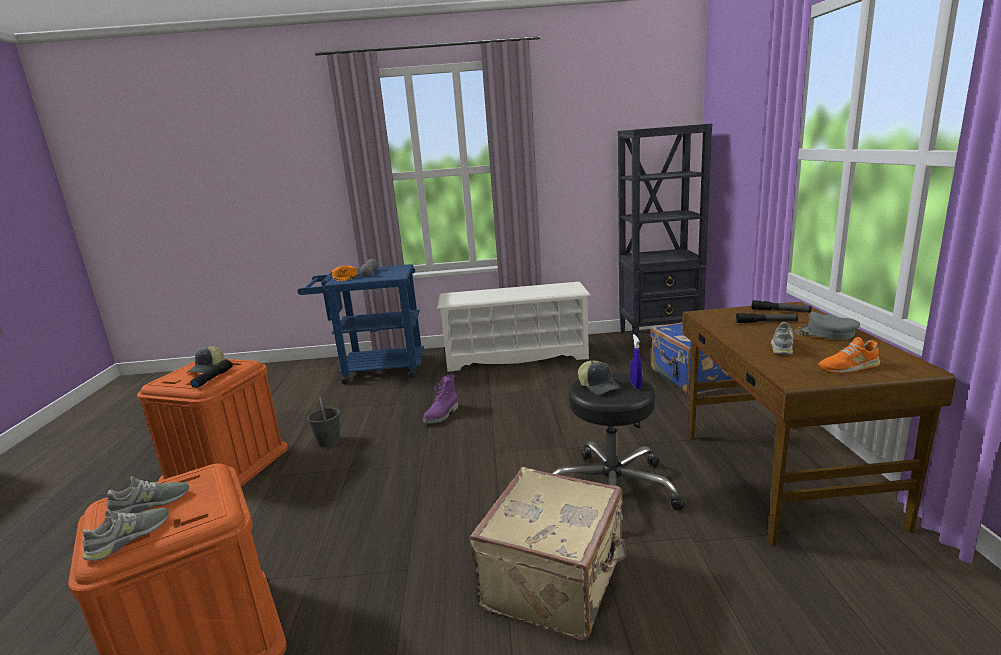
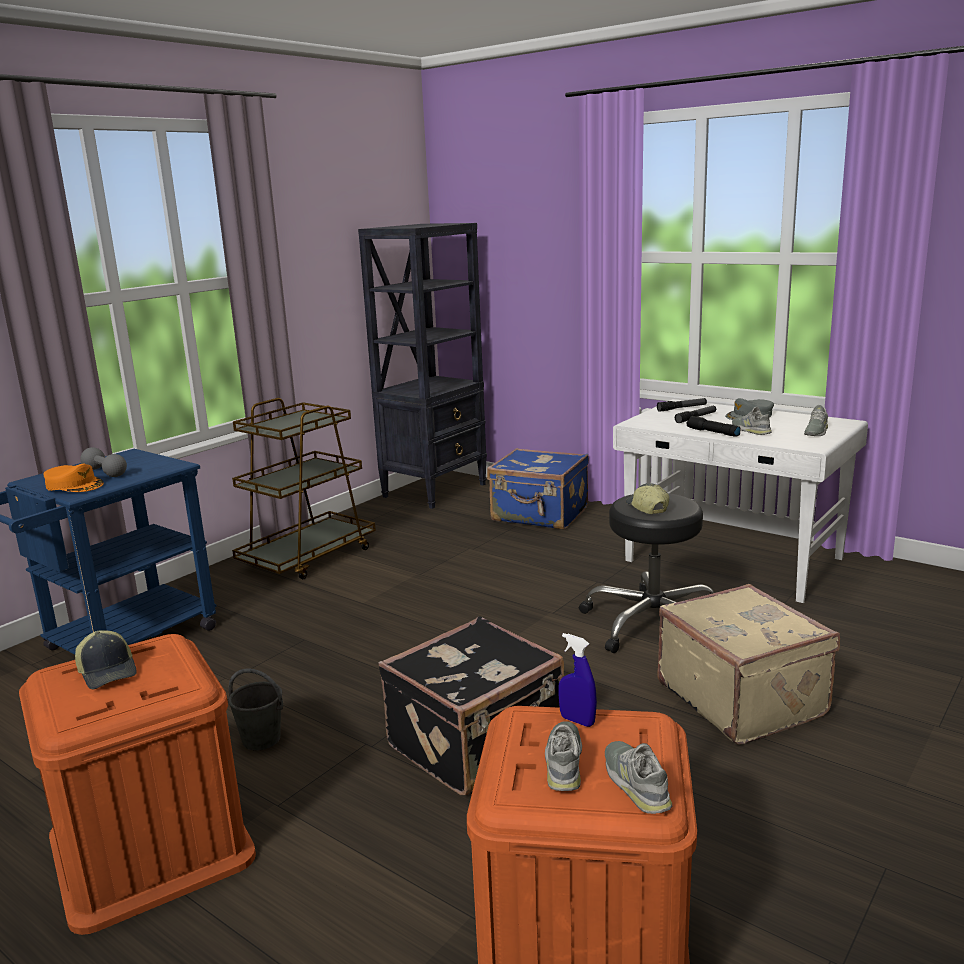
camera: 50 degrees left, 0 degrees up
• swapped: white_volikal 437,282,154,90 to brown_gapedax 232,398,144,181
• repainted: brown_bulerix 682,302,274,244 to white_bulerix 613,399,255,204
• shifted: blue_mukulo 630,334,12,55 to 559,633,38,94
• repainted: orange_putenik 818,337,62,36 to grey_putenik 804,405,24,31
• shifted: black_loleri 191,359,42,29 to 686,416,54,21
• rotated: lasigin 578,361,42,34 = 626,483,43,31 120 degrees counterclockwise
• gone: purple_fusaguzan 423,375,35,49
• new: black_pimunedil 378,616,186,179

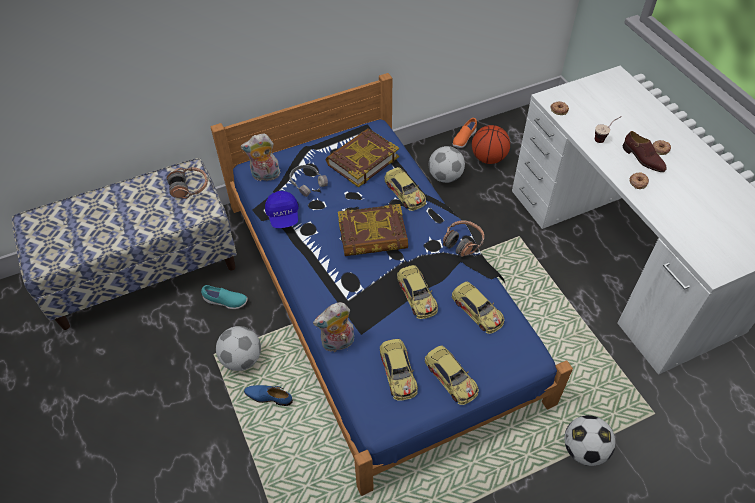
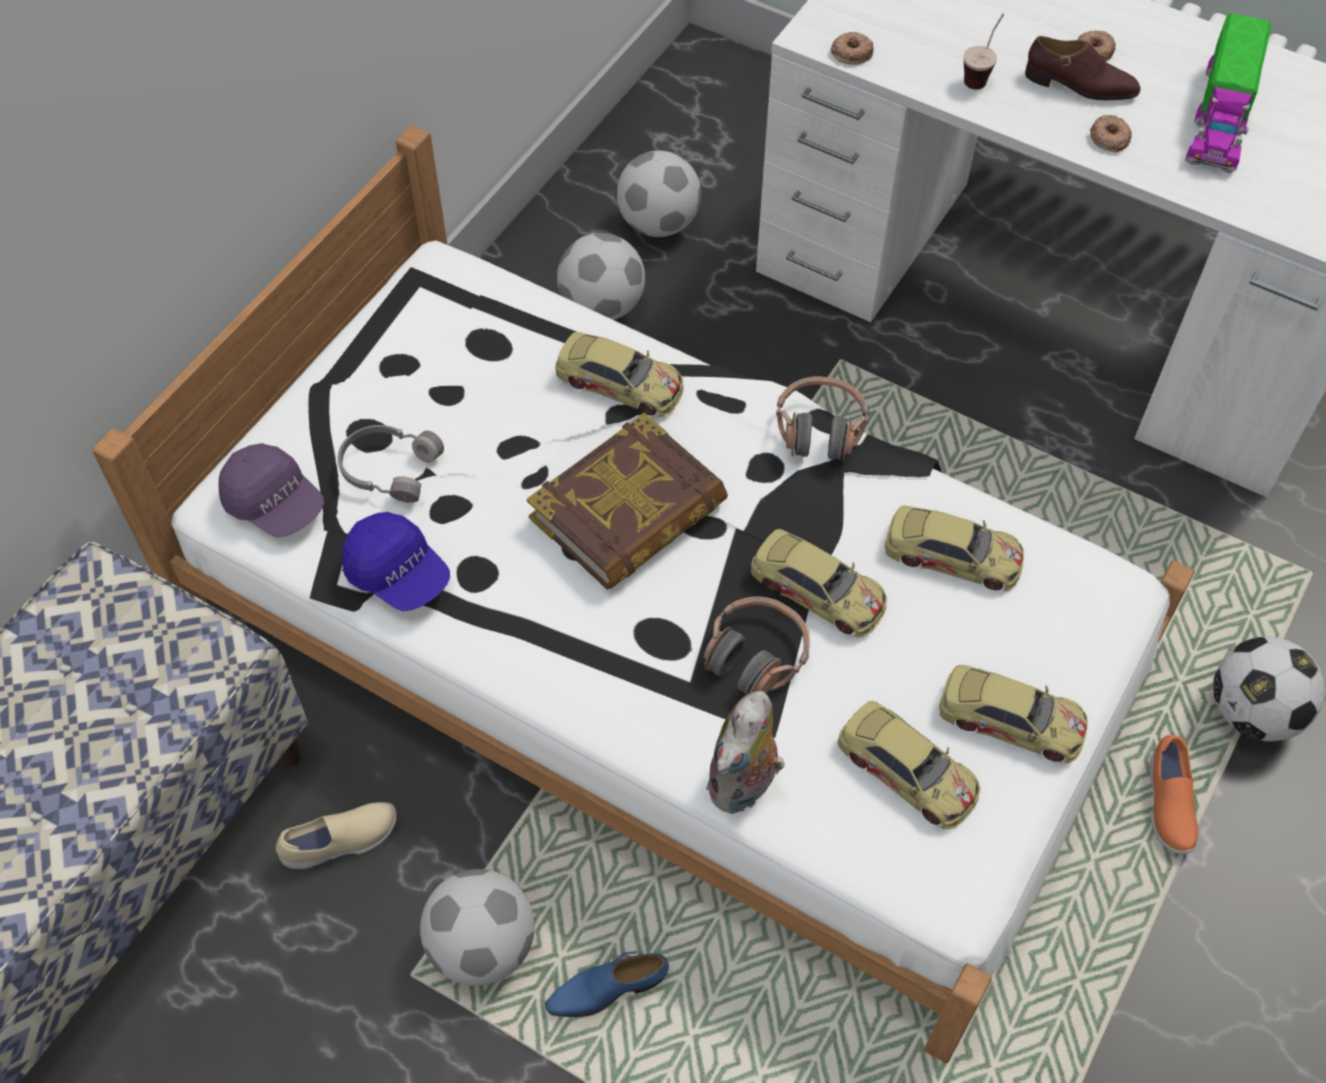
camera: 35 degrees left, 5 degrees up
• repainted: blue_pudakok 211,73,362,423 to white_pudakok 92,125,1103,938
• shifted: orange_putenik 453,118,24,30 to 1150,735,48,119
• swapped: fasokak 472,125,38,39 to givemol 617,151,84,86
• gone: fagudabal 326,128,73,59
• swapped: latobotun 240,133,40,48 to purple_lasigin 218,443,106,95
• shifted: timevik 167,167,41,32 to 704,597,106,98
• repainted: turquoise_putenik 201,285,47,24 to beige_putenik 276,802,121,67
• new: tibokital 1185,13,86,160

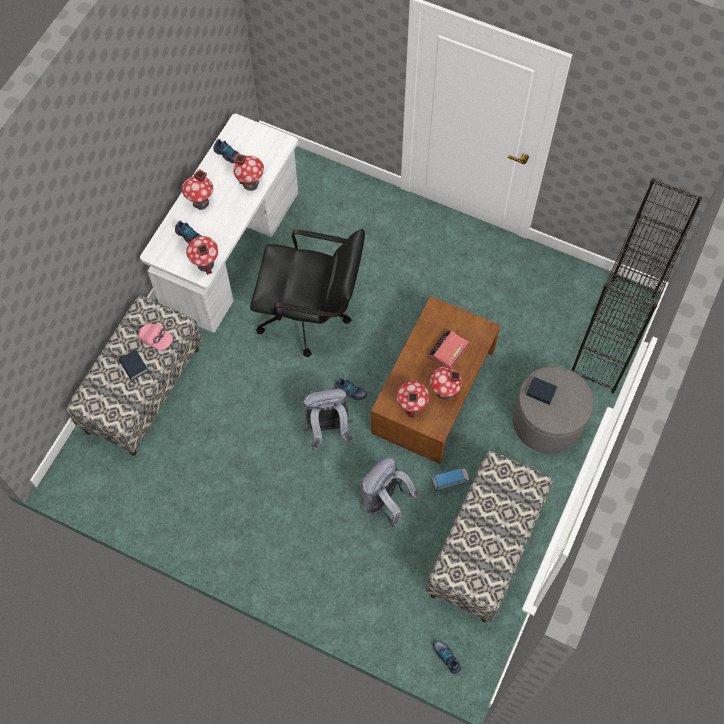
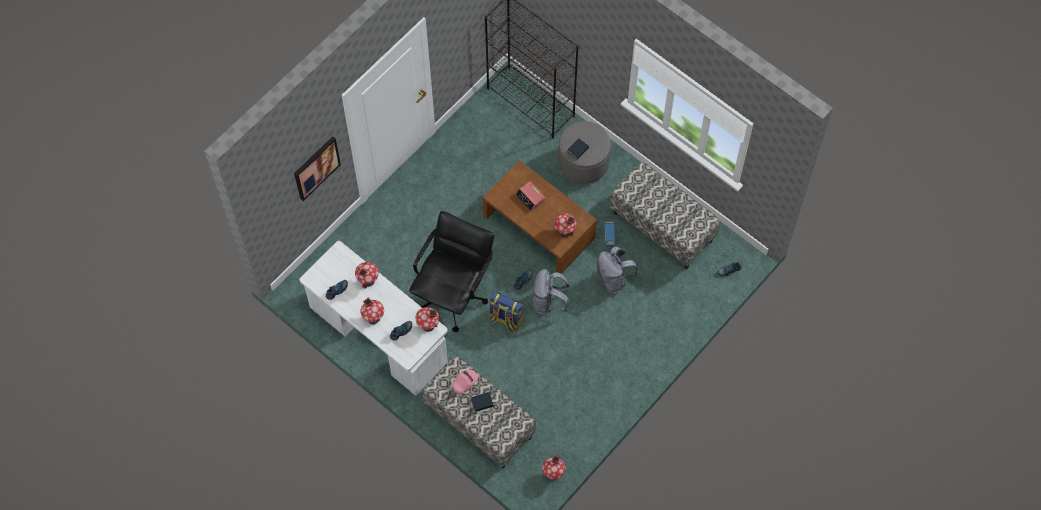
camera: 75 degrees left, 0 degrees up
• shifted: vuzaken 430,367,32,33 to 542,455,24,25
• new: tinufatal 294,137,47,64
• new: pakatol 489,291,35,40

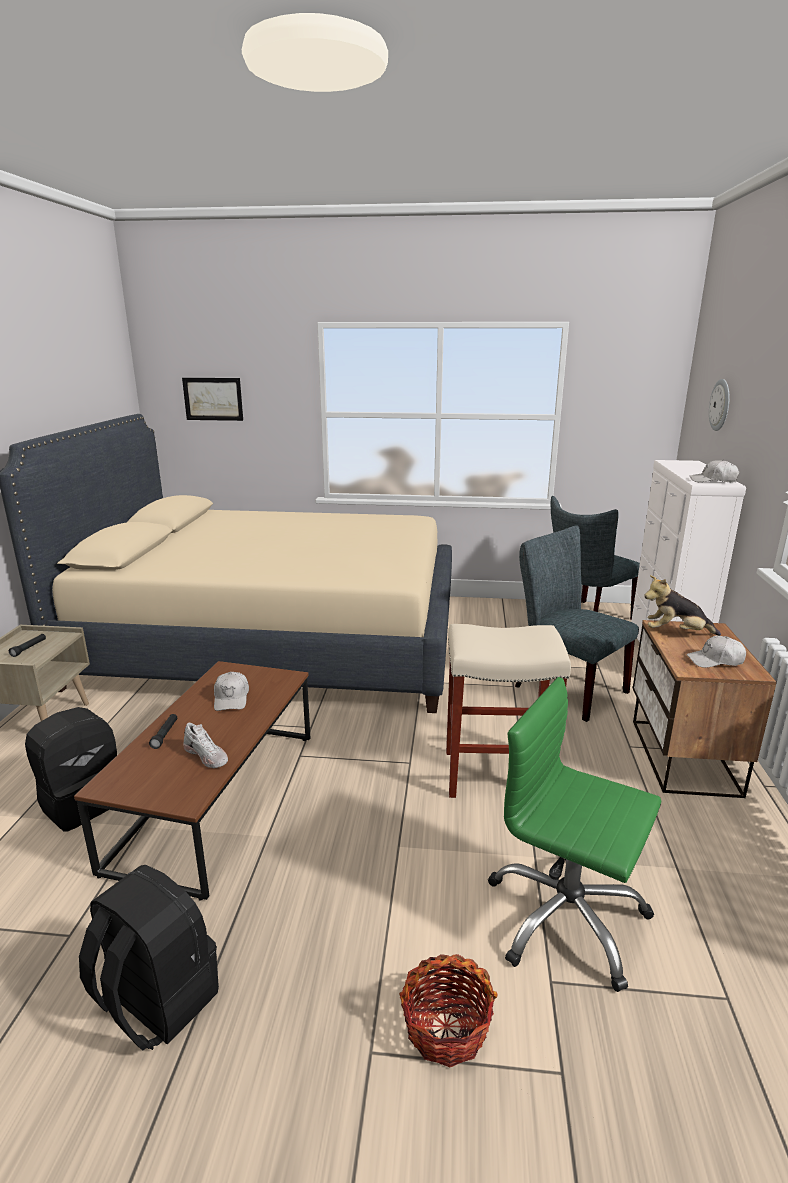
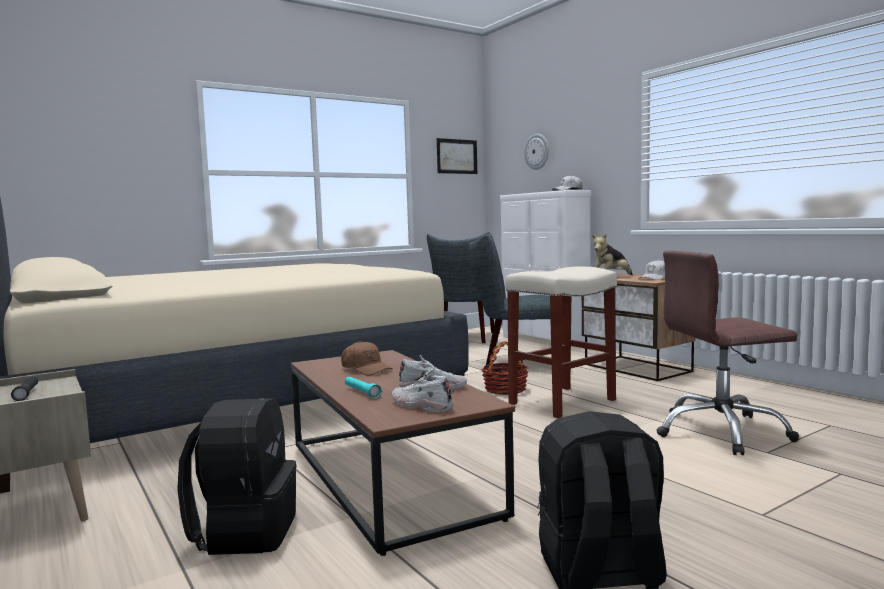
camera: 40 degrees left, 15 degrees down
• shifted: tinufatal 182,378,61,43 to 437,138,40,36
• repainted: white_lasigin 214,672,35,39 to brown_lasigin 341,341,51,35
• repainted: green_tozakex 488,677,173,315 to brown_tozakex 656,250,143,205
• repainted: black_loleri 149,714,28,35 to turquoise_loleri 345,376,36,22
• shifted: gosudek 399,954,99,113 to 482,341,46,54
• new: white_putenik 392,369,61,43

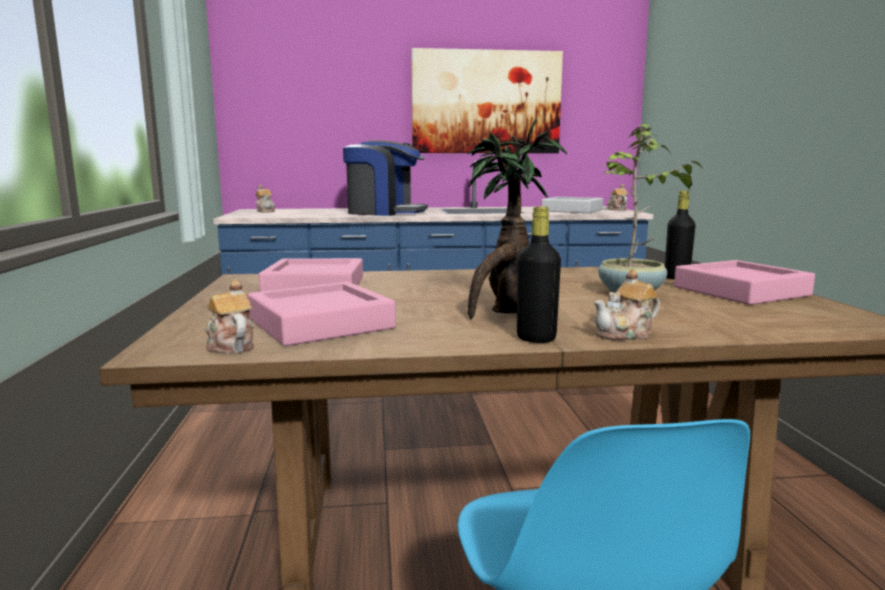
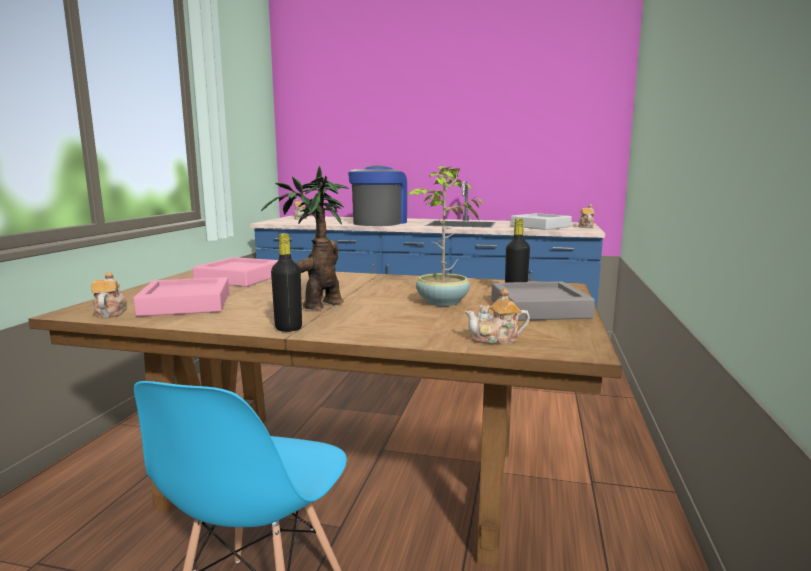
camera: 20 degrees right, 0 degrees up
• gone: tinufatal 411,48,152,105
• rotated: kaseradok 343,140,85,76 = 348,165,59,61 105 degrees counterclockwise
• repainted: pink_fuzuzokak 674,260,141,45 to grey_fuzuzokak 491,281,104,40
• shifted: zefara 594,270,66,70 to 465,289,65,56

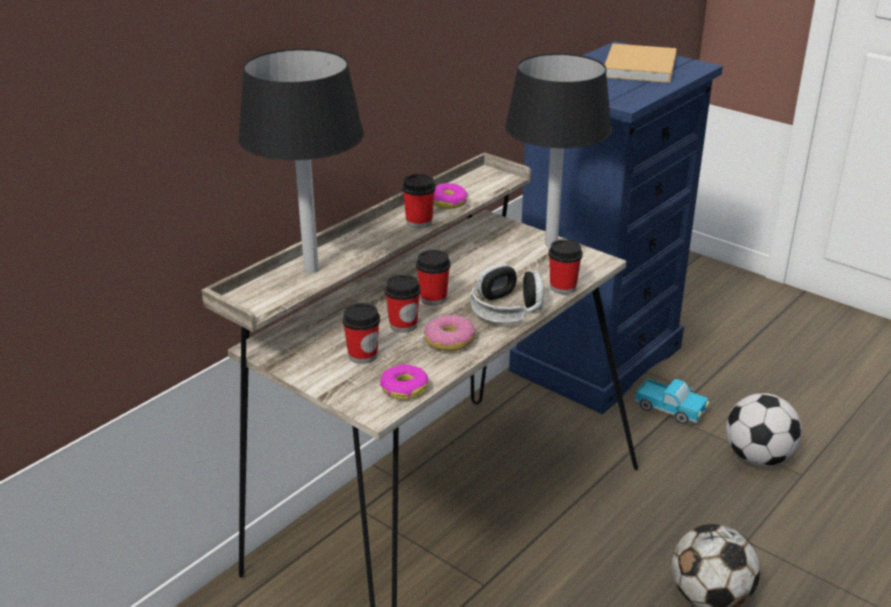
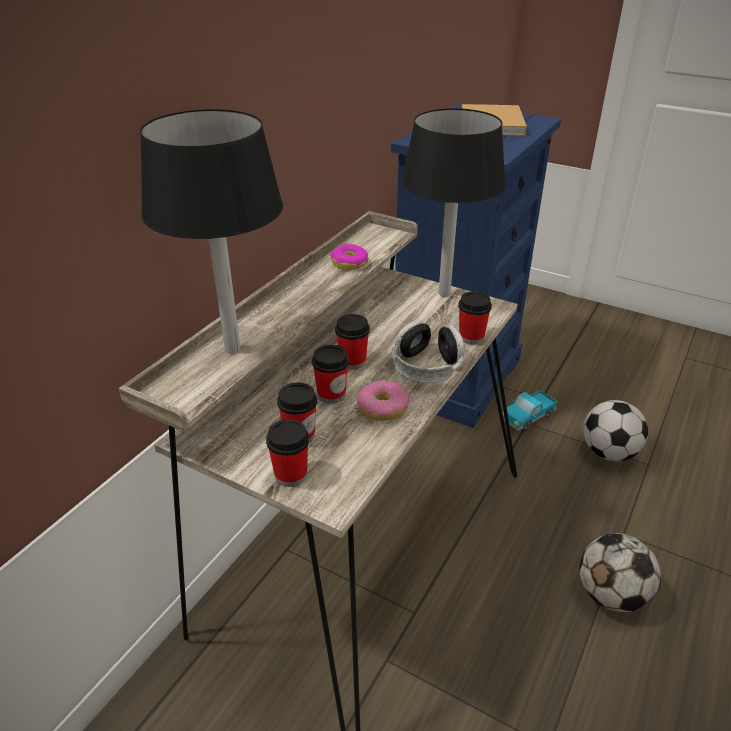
camera: 10 degrees left, 5 degrees up
• shifted: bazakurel 402,174,34,54 to 266,419,43,68
• gone: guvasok 380,364,48,36
• rotated: tibokital 635,378,74,46 = 502,390,55,41 120 degrees clockwise

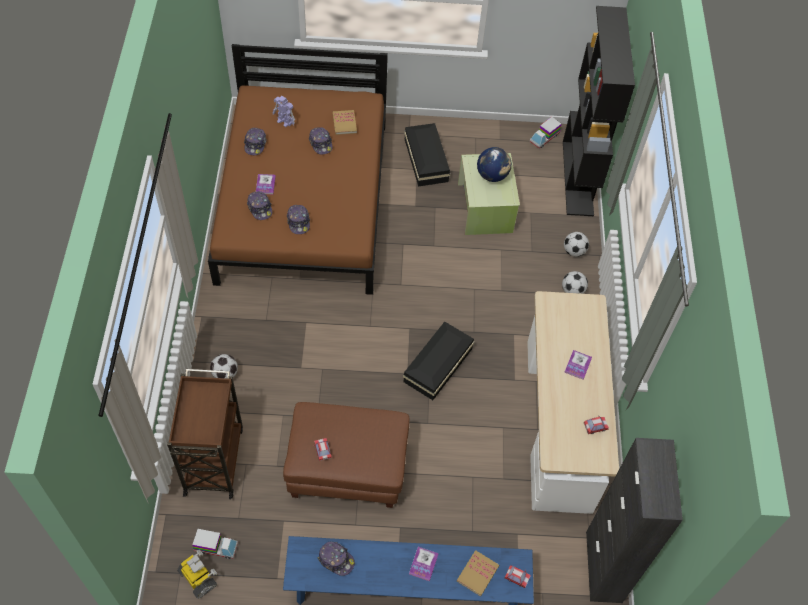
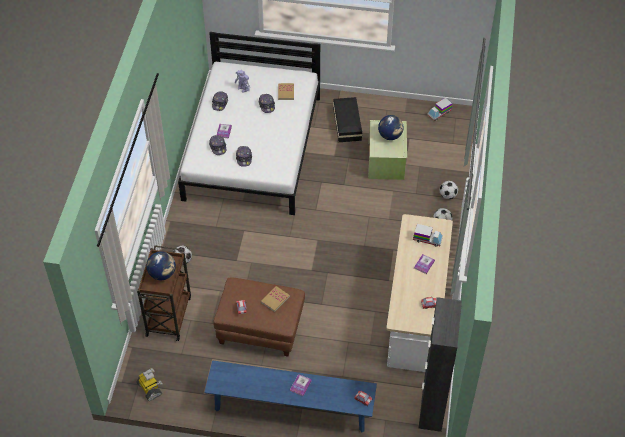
camera: 10 degrees right, 5 degrees down
• gone: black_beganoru 563,6,72,210
• repainted: brown_pudakok 208,44,180,251 to white_pudakok 178,32,142,183
• gone: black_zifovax 403,322,72,78
• shifted: tibokital 192,529,46,30 to 413,224,30,23
• gone: lasigin 318,542,37,34
• shifted: fagudabal 457,550,42,47 to 261,286,29,26
• new: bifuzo 146,251,30,29

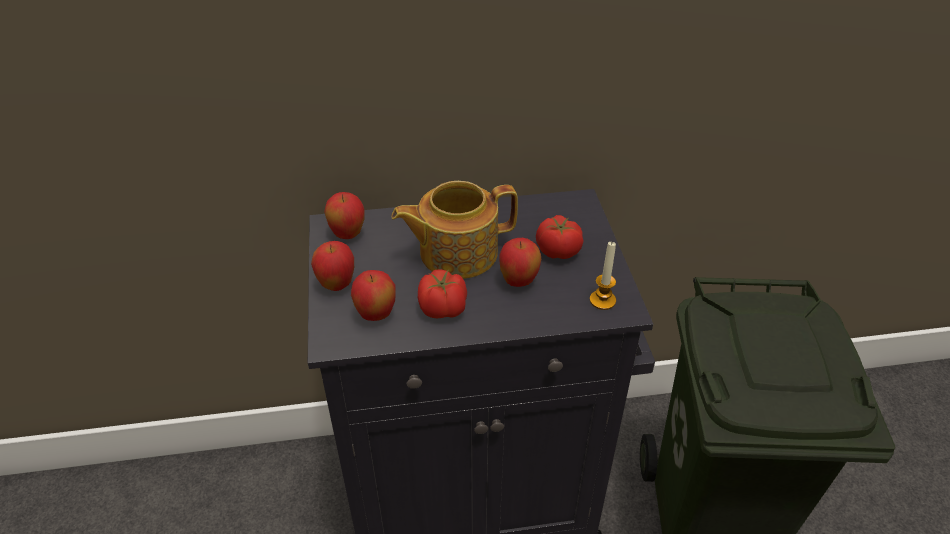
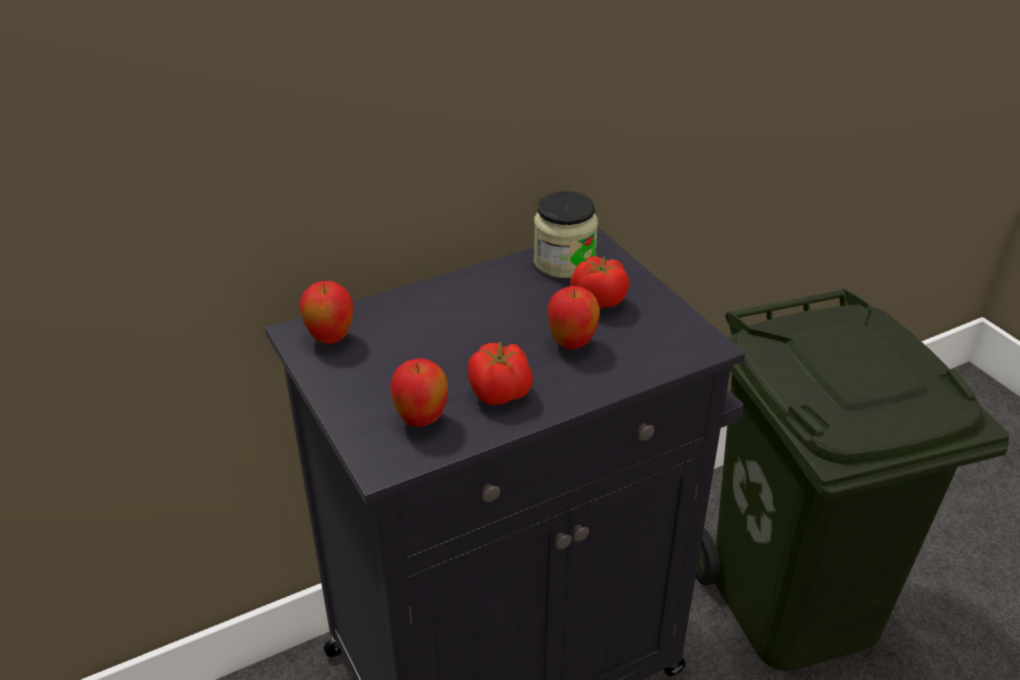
camera: 20 degrees left, 5 degrees down
• gone: zefara 391,181,127,98
• gone: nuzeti 311,241,43,50
• gone: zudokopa 590,242,26,68
• new: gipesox 534,191,64,87

